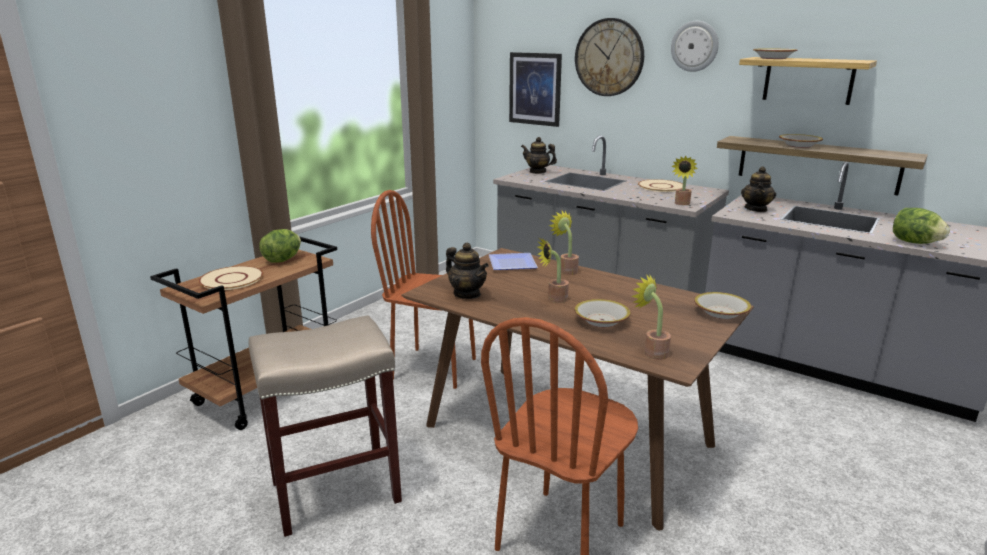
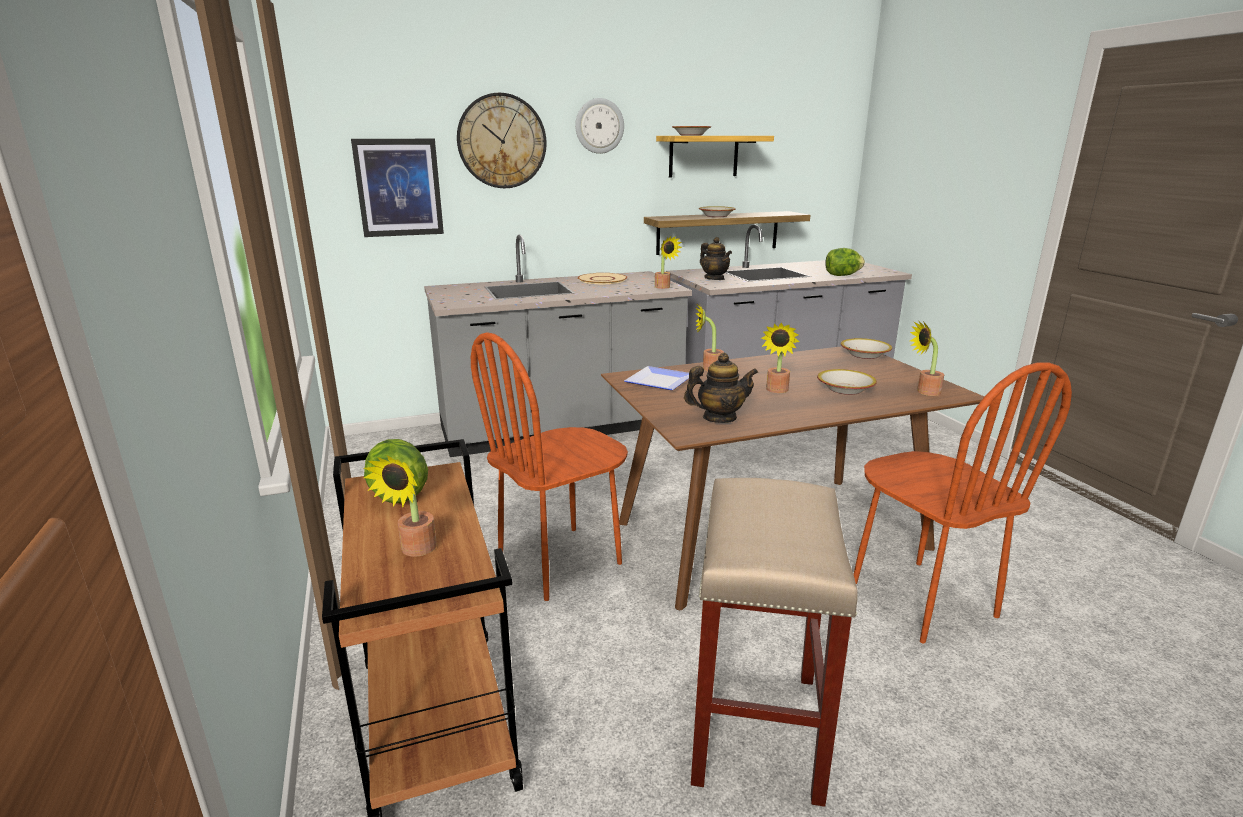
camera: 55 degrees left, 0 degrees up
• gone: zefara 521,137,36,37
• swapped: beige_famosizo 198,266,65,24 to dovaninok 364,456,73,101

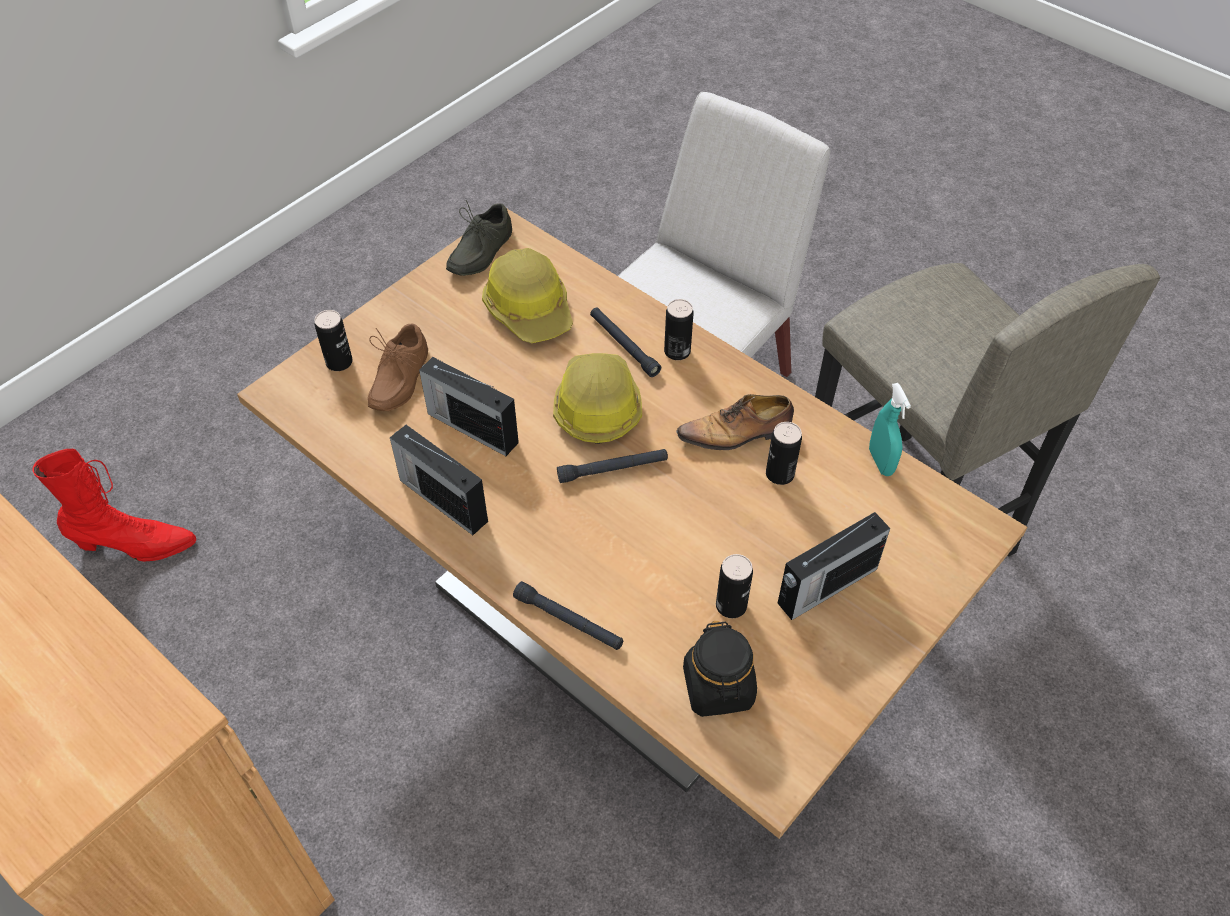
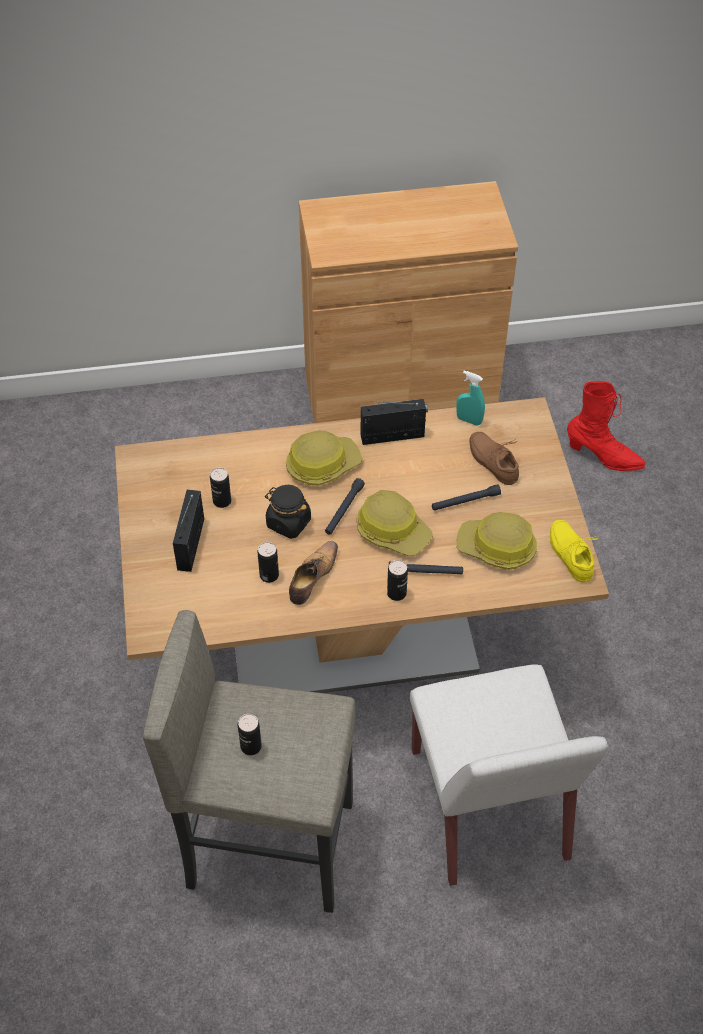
camera: 130 degrees right, 0 degrees up
• repainted: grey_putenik 446,200,66,76 to yellow_putenik 550,520,48,62
• shifted: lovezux 315,310,38,61 to 238,714,24,41
• gone: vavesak 419,357,100,99
• shifted: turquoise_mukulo 869,383,42,93 to 456,371,29,55
• rotated: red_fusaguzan 33,449,163,112 = 567,381,78,90 105 degrees counterclockwise
• shifted: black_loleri 513,581,110,69 to 432,484,69,27
• shifted: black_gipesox 683,621,74,96 to 265,485,46,54
• new: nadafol 286,431,77,55

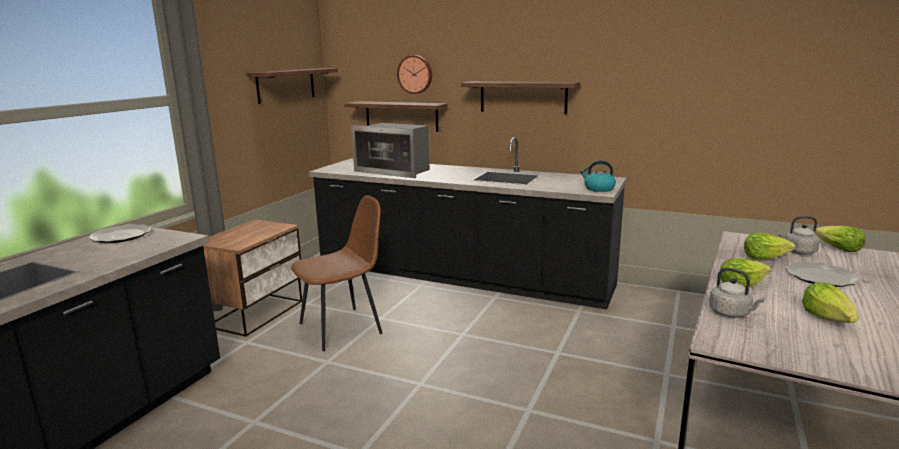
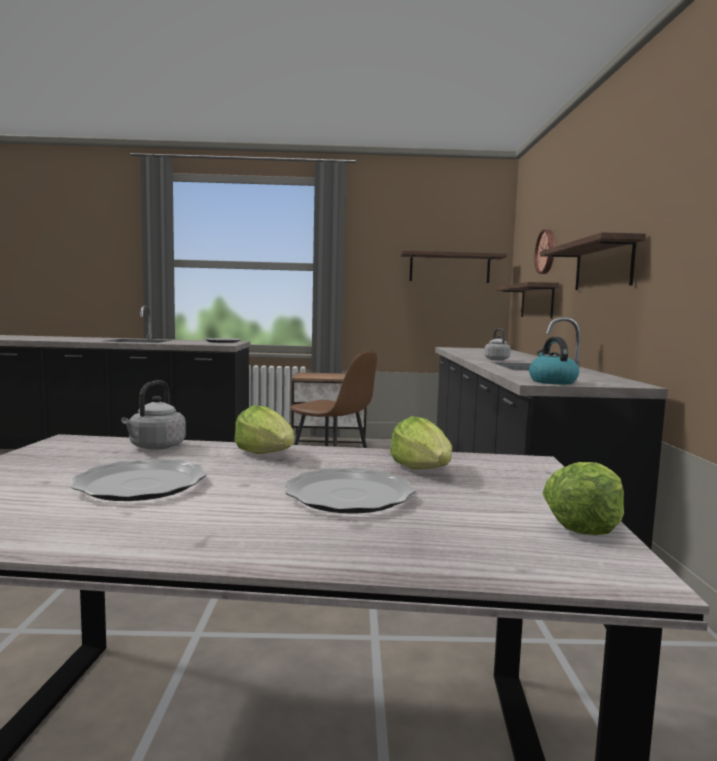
camera: 65 degrees right, 10 degrees down
• gone: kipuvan 351,123,79,55
• shifted: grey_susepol 776,216,44,39 to 484,329,27,31
• swapped: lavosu 802,282,57,41 to famosizo 71,459,136,42

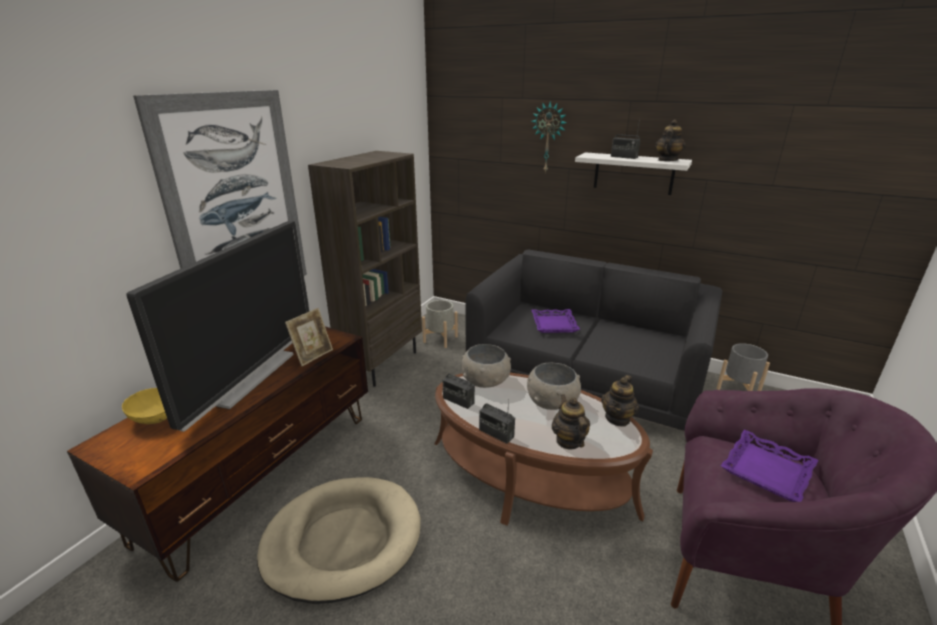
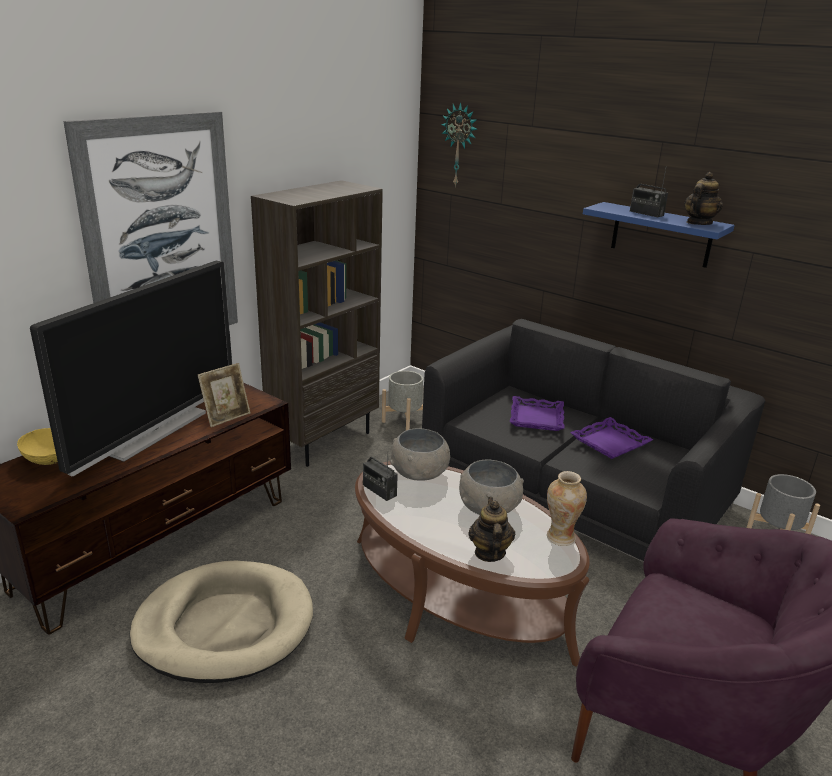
camera: 10 degrees right, 0 degrees up
• shifted: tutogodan 531,101,36,72 to 441,102,36,85
• repainted: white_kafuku 575,152,117,43 to blue_kafuku 583,202,152,66
• swapped: zefara 601,375,38,52 to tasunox 547,471,40,75
• gone: vavesak 479,399,36,45
• shifted: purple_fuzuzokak 721,430,97,72 to 570,417,83,42

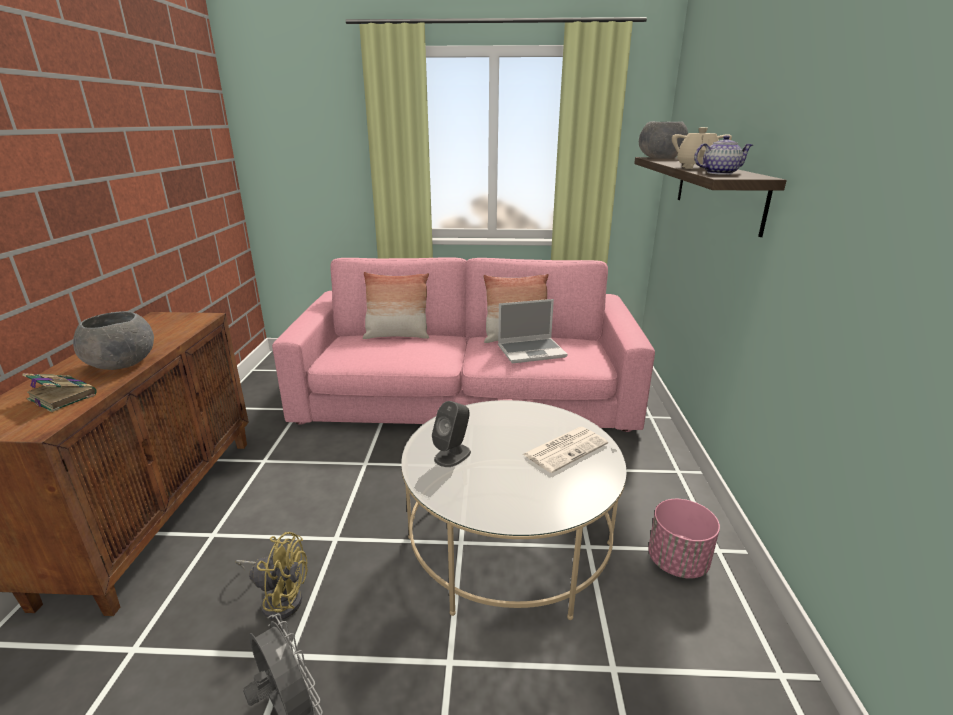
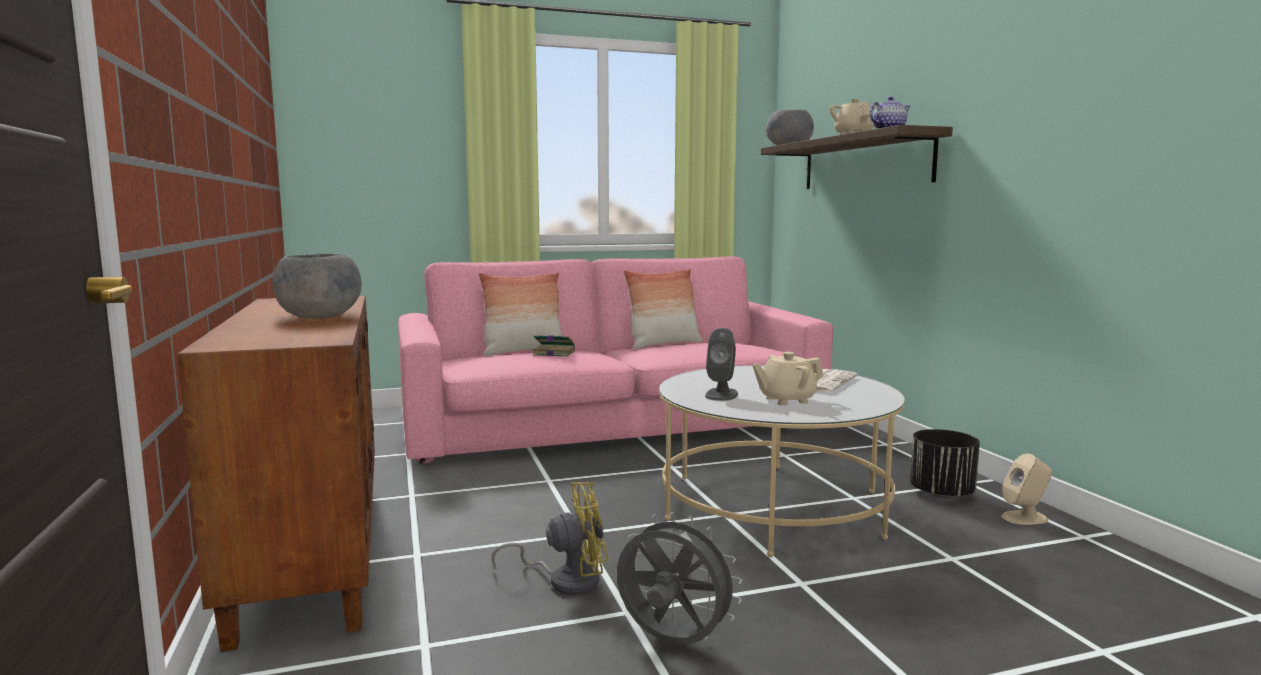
camera: 20 degrees left, 15 degrees down
• gone: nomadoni 498,299,69,64
• shifted: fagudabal 22,373,75,39 to 532,335,43,22
• repainted: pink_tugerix 648,499,72,79 to black_tugerix 910,429,70,70
• new: beige_zefara 752,352,72,54
• new: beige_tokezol 1001,454,51,71

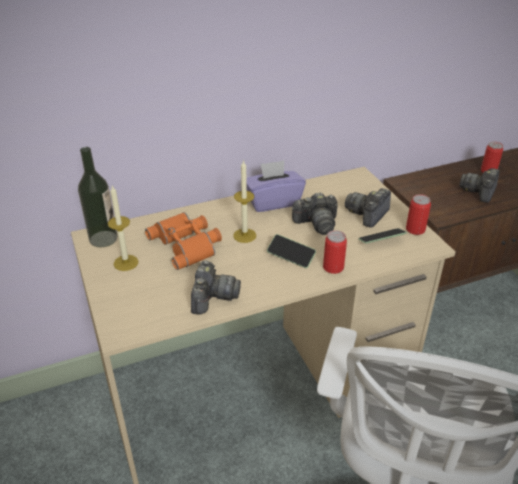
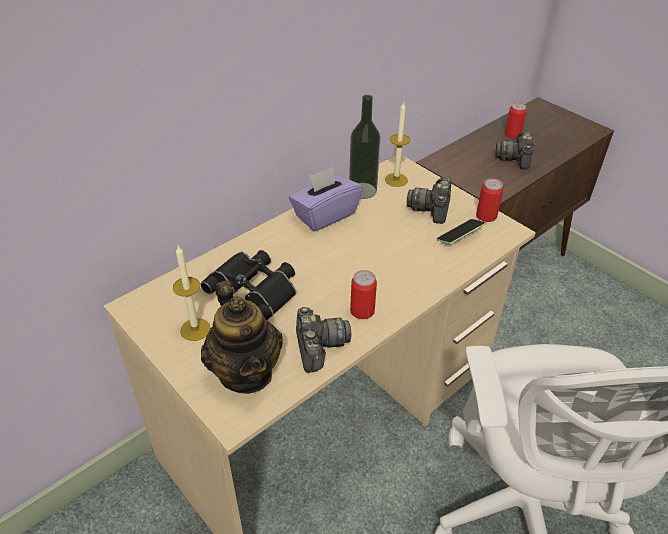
camera: 20 degrees left, 5 degrees up
• shifted: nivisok 78,147,39,100 to 349,95,32,104
• shifted: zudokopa 233,160,23,83 to 385,102,25,85
• gone: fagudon 292,192,46,43
• repainted: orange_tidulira 145,212,77,58 to black_tidulira 201,250,95,70
• shifted: lovezux 323,230,24,44 to 350,270,27,49
• gone: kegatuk 267,234,49,34
• new: zefara 201,281,82,113

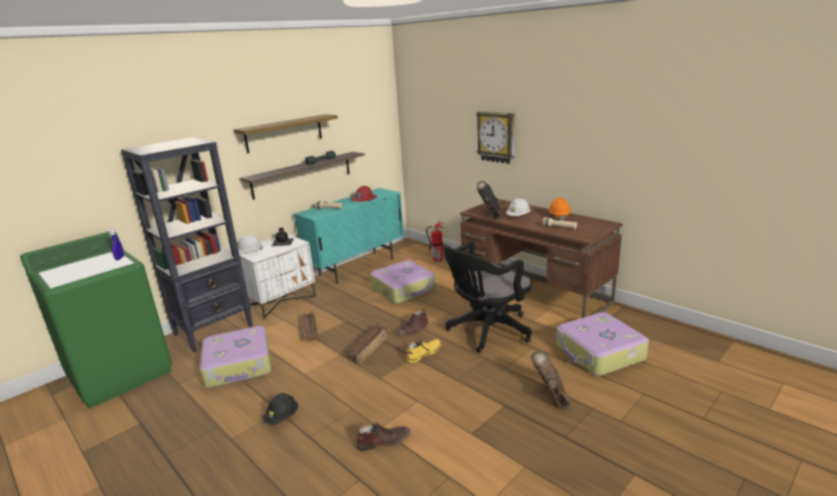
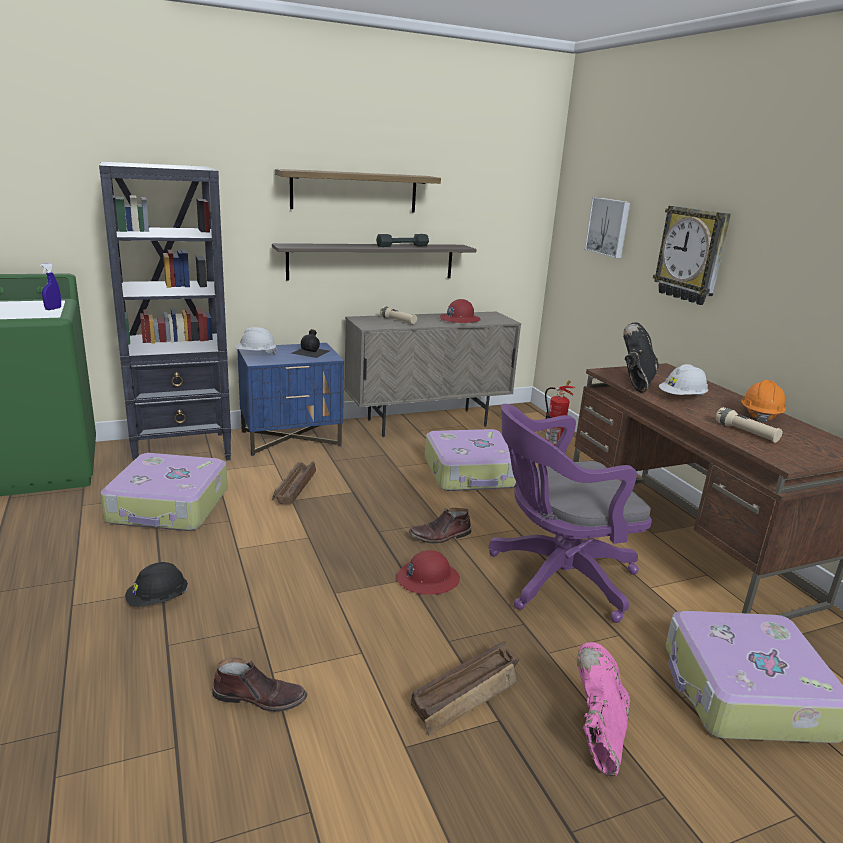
camera: 20 degrees right, 0 degrees up
• repainted: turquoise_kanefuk 294,188,110,96 to beige_kanefuk 344,311,177,126
• repainted: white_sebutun 239,234,77,86 to blue_sebutun 237,343,107,113
• repainted: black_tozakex 442,241,90,112 to purple_tozakex 489,404,163,219
• shifted: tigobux 347,323,41,42 to 411,641,108,95
• swapped: yellow_fusaguzan 406,339,35,24 to red_nadafol 397,550,63,45
• repainted: brown_fusaguzan 531,350,39,59 to pink_fusaguzan 577,642,53,135
• new: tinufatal 585,197,45,61

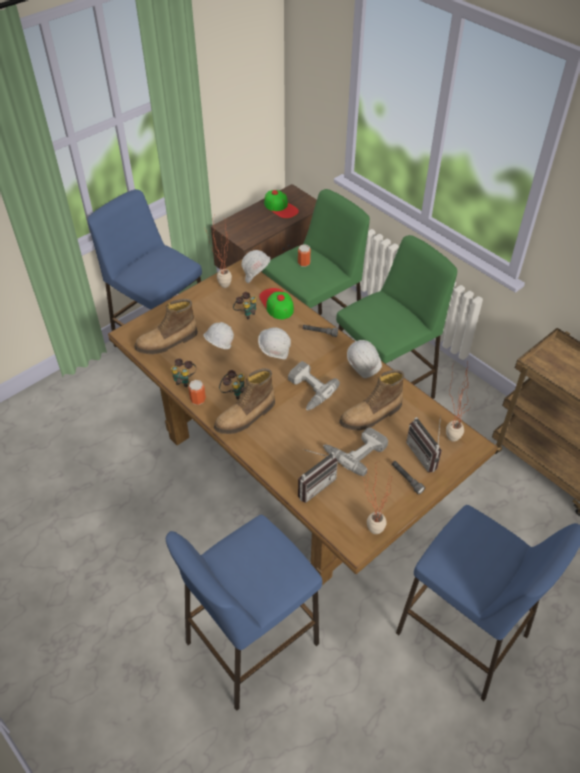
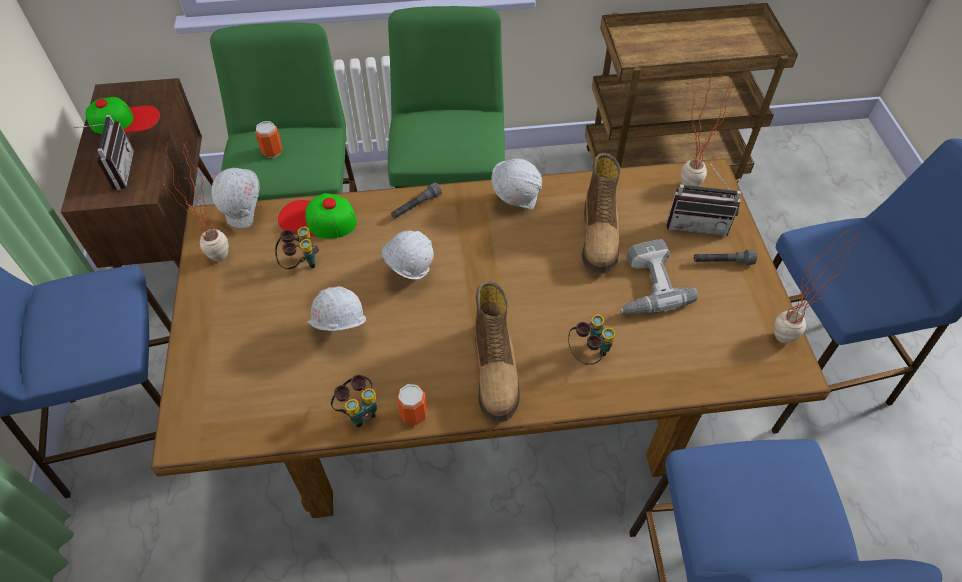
camera: 55 degrees left, 5 degrees up
• gone: fusaguzan 134,299,64,55
• gone: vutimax 288,361,52,49
• shifted: tidulira 219,370,26,30 to 568,314,48,51
• shifted: vavesak 298,449,40,54 to 73,115,61,75

